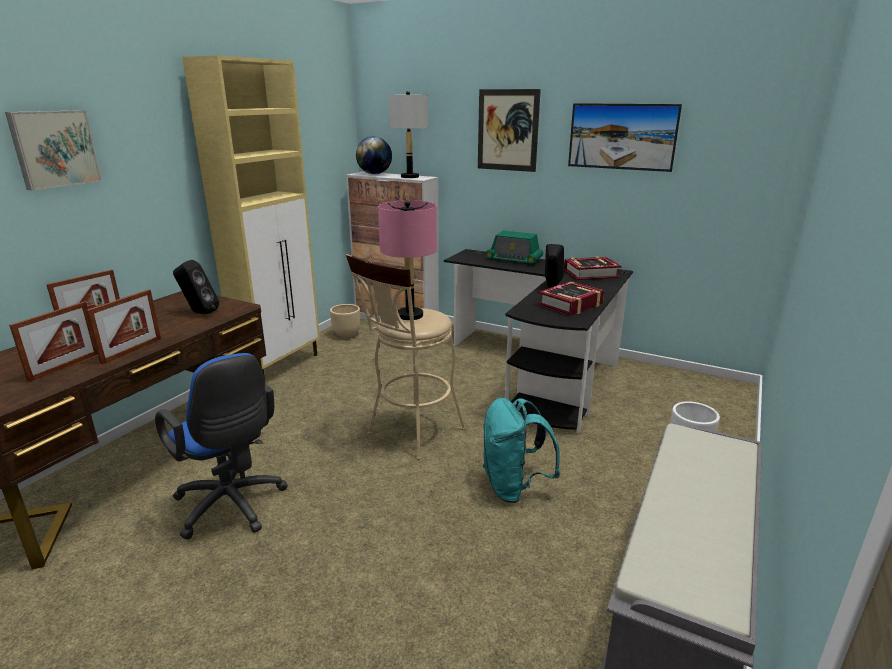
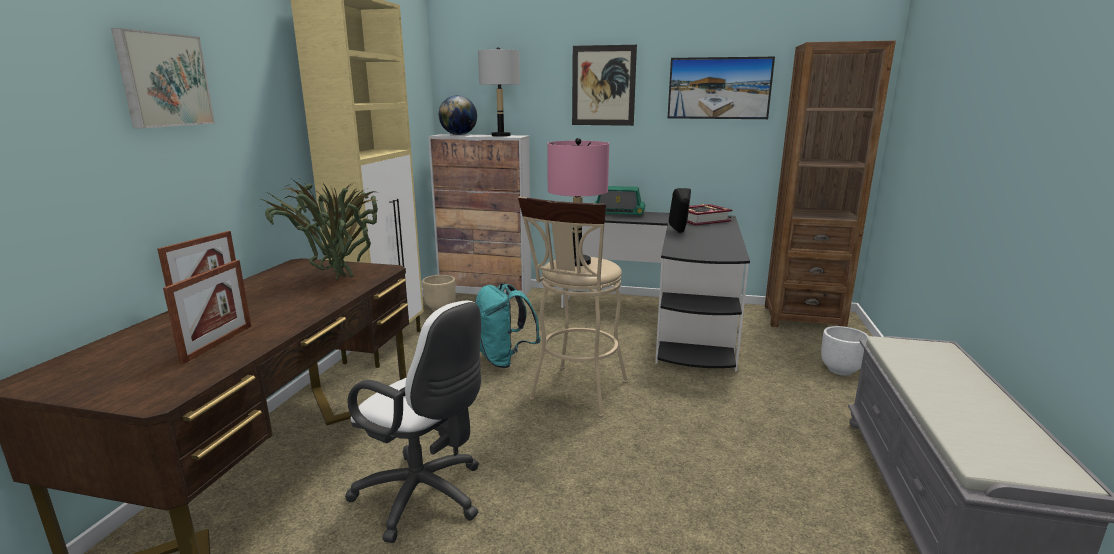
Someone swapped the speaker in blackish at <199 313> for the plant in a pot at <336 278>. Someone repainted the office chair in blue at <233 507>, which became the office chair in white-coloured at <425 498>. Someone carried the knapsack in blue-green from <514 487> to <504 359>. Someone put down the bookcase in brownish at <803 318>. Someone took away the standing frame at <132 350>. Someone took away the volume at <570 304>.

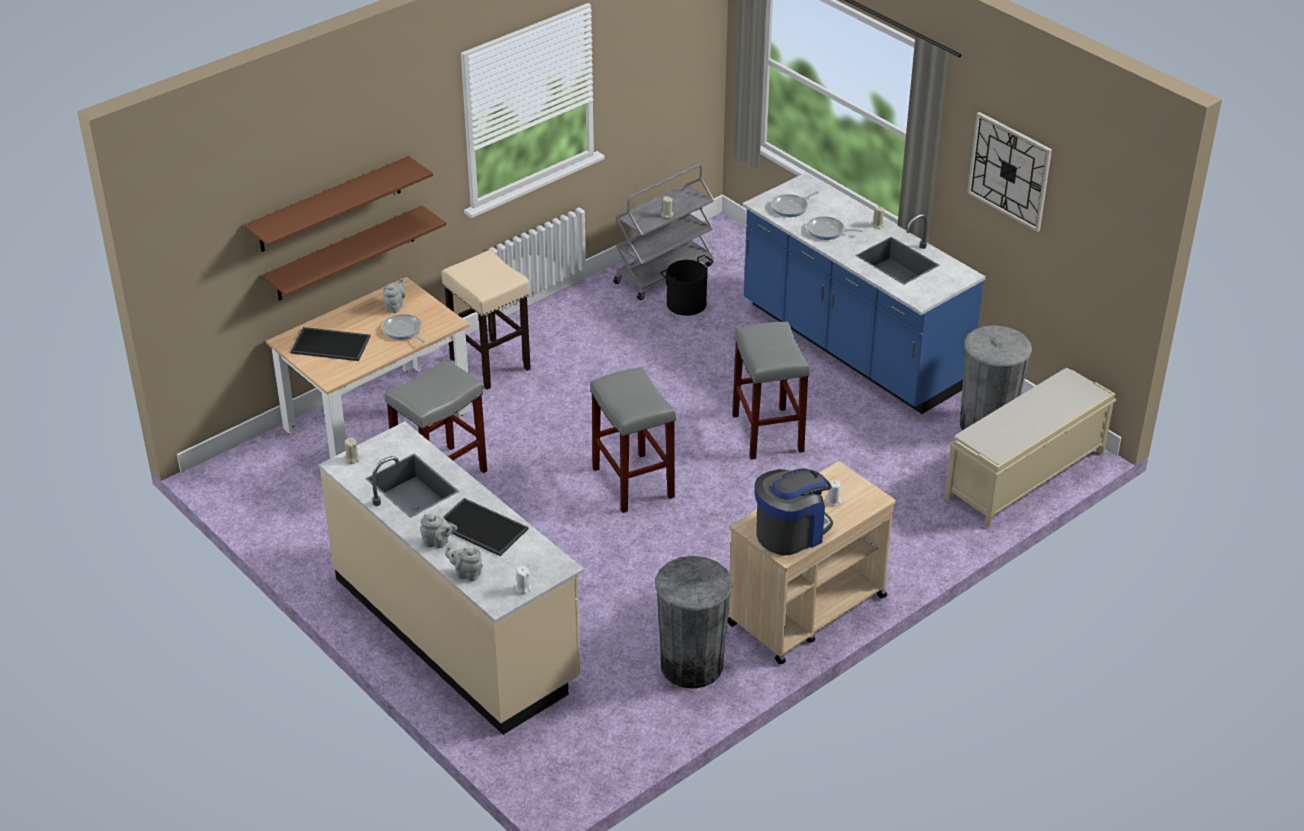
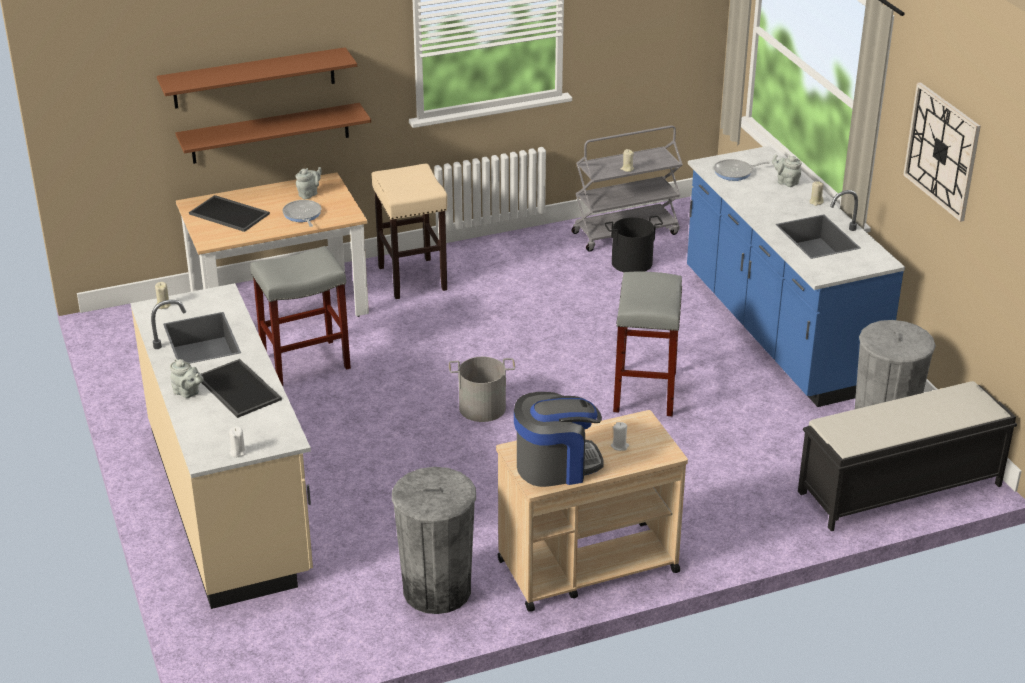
Someone swapped the sitting stool in gray at <632 482> for the water bucket in gray at <482 407>. Someone carried the pot for tea in gray from <466 574> to <786 182>. Someone repainted the indoor bench in sand-coloured at <1024 476>, which became the indoor bench in blackish at <898 489>. Someone took away the skillet at <827 231>.

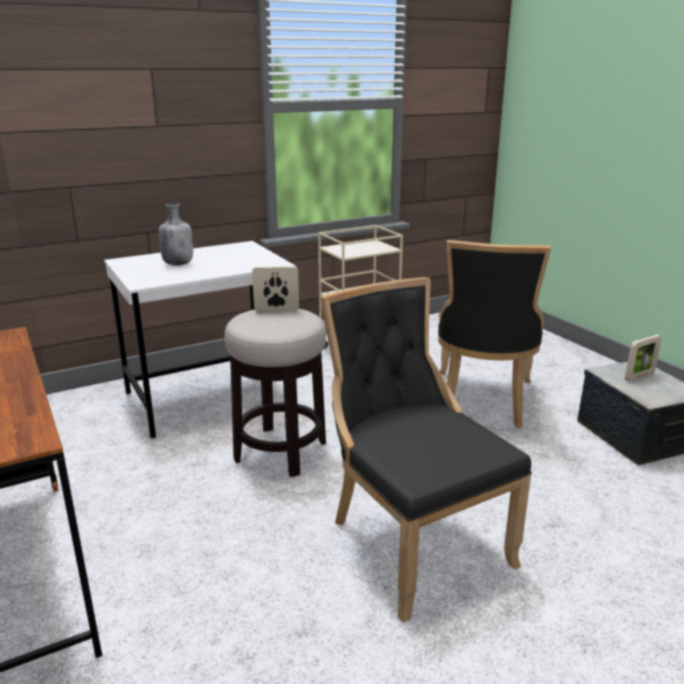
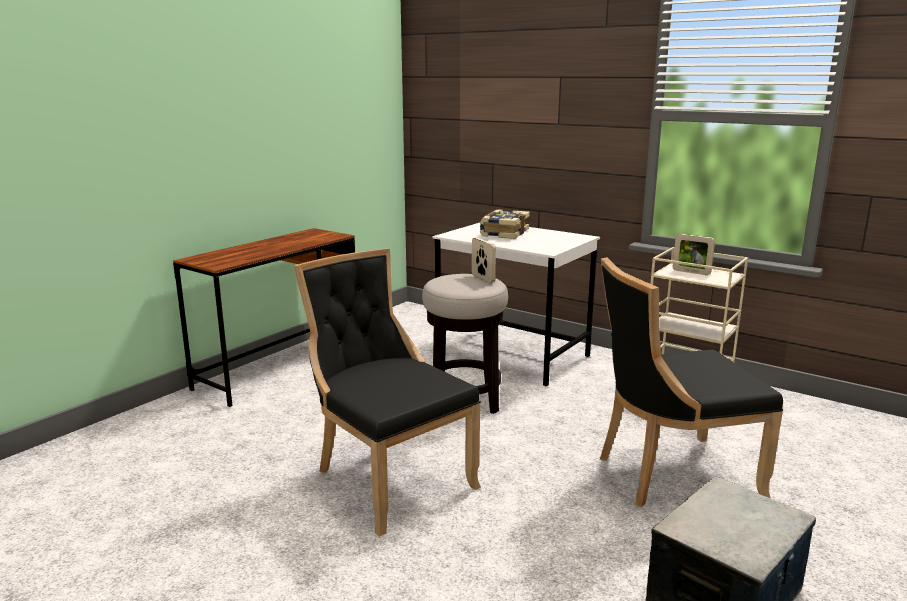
Someone rotated the chair in blackish at <412 542> by 75 degrees counterclockwise. Someone swapped the beverage bottle in gray at <178 264> for the volume at <503 233>. Someone carried the standing frame from <639 376> to <691 272>.

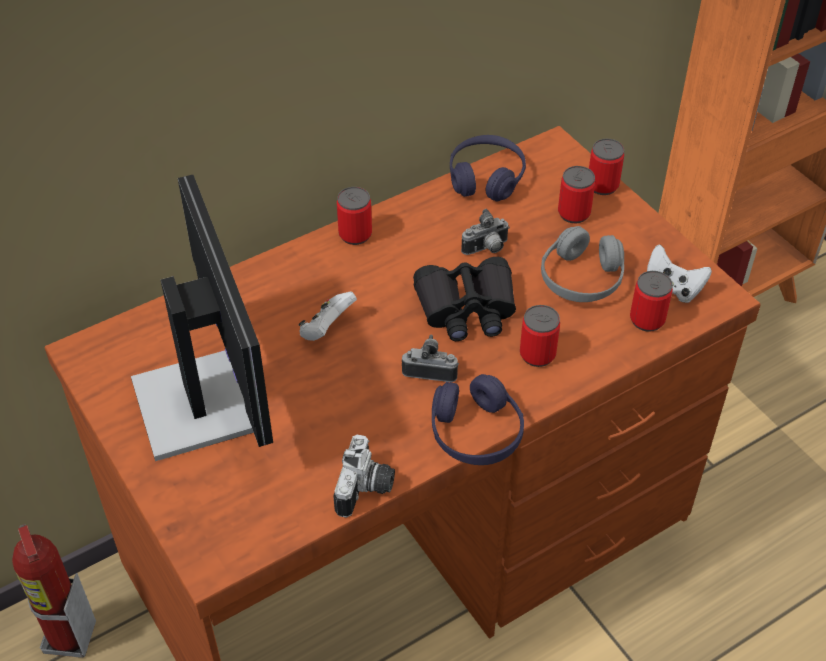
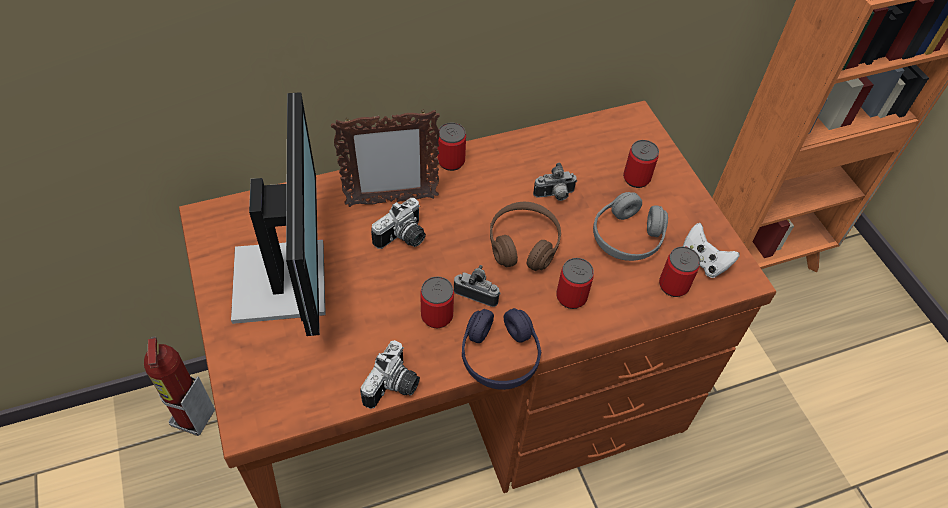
Someone put down the standing frame at <391 201>. Someone swapped the game controller in white-coloured at <326 329> for the photo camera at <403 238>. Someone carried the sealed can from <602 185> to <437 316>. Someone swapped the pair of binoculars in blackish at <466 308> for the pair of headphones in brownish at <523 244>. Someone took away the pair of headphones in purple at <486 178>.

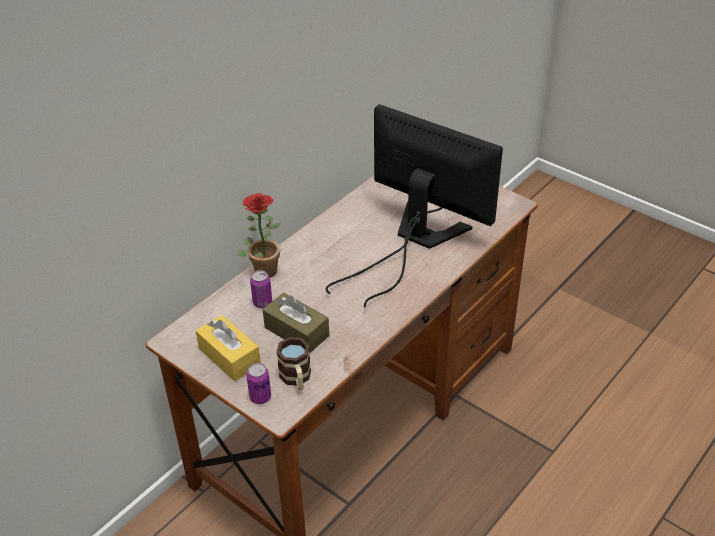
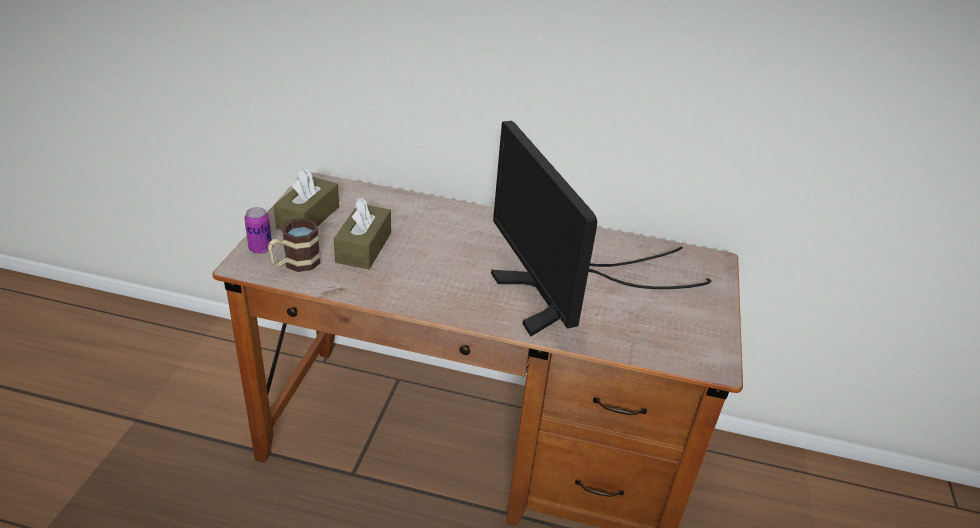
Someone repainted the tissue holder in yellow at <229 356>, which became the tissue holder in brownish at <308 217>. Someone rotated the computer screen at <414 240> by 150 degrees clockwise. Someone took away the plant in a pot at <263 268>. Someone took away the sealed can at <262 303>.

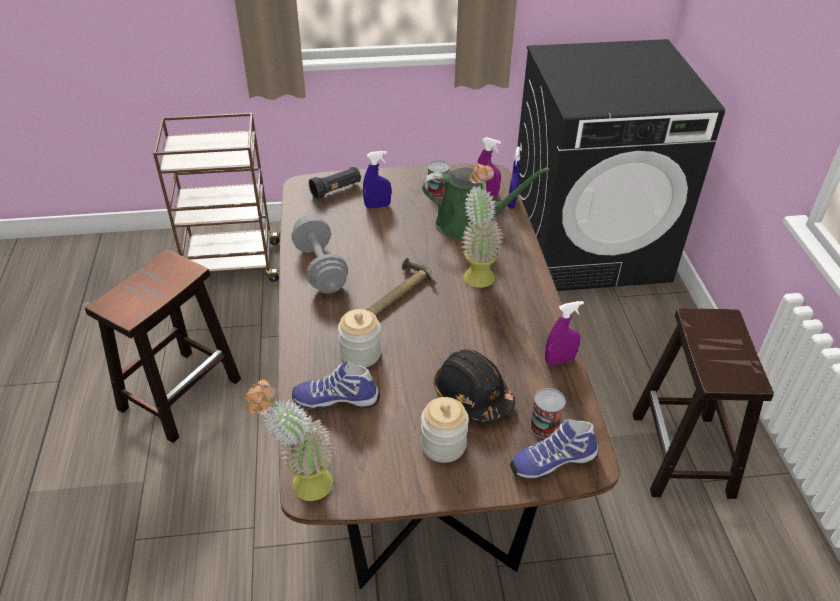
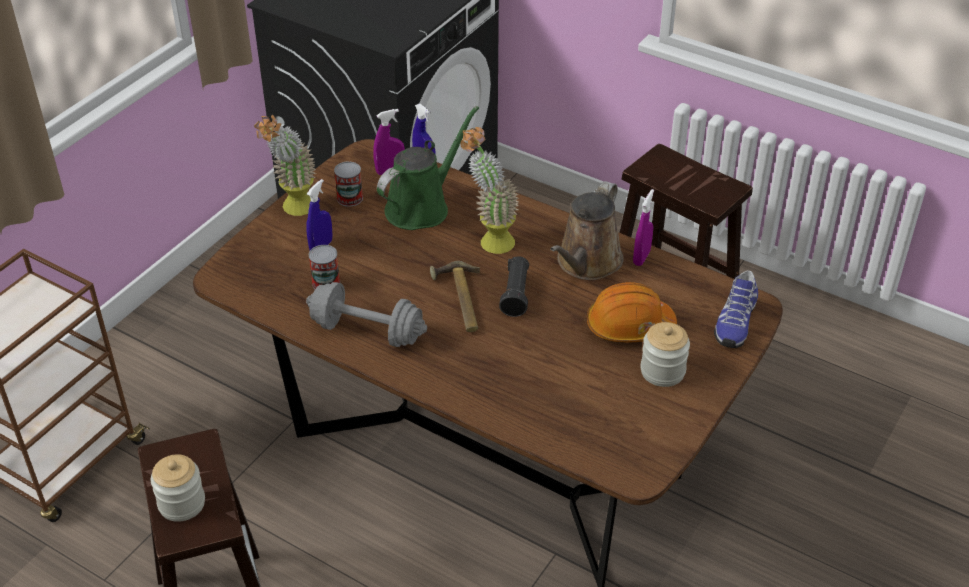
Someone carried the preserve jar from <360 354> to <182 503>. Someone carried the plant in a pot from <301 485> to <293 210>. Someone carried the sealed can from <544 426> to <326 283>. Someone carried the flashlight in blackish from <336 190> to <516 294>. Someone put down the sprinkling can in brownish at <587 263>. Someone repainted the work helmet in blackish at <472 396>, which became the work helmet in orange at <629 326>. Someone took away the item of footwear at <336 398>.

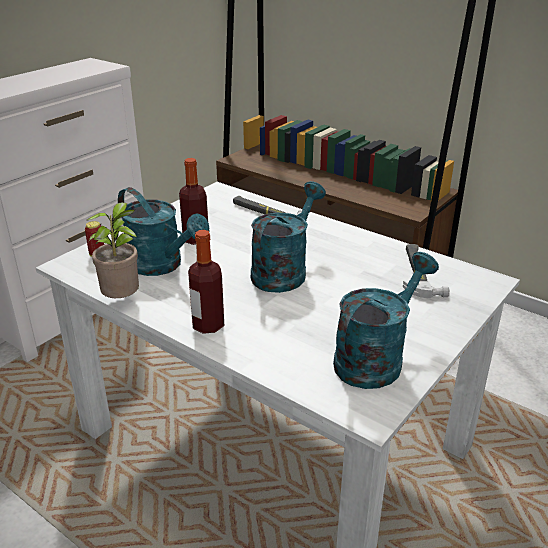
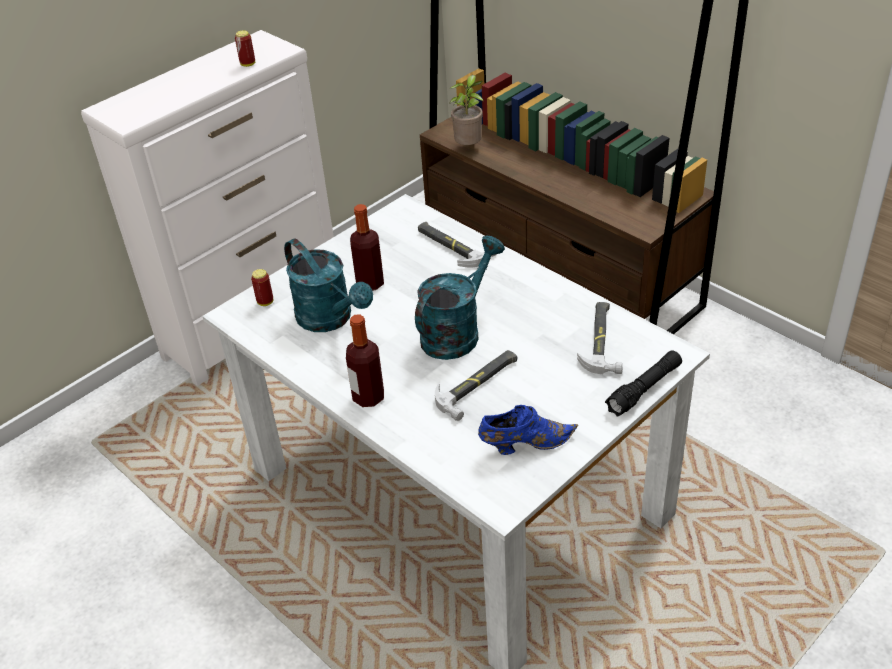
Someone put down the sealed can at <248 64>. Someone put down the tool hammer at <478 385>. Someone carried the plant in a pot from <123 300> to <469 147>. Someone swapped the sprinkling can in blue-green at <375 358> for the item of footwear in blue at <524 444>. Someone put down the flashlight in blackish at <644 389>.

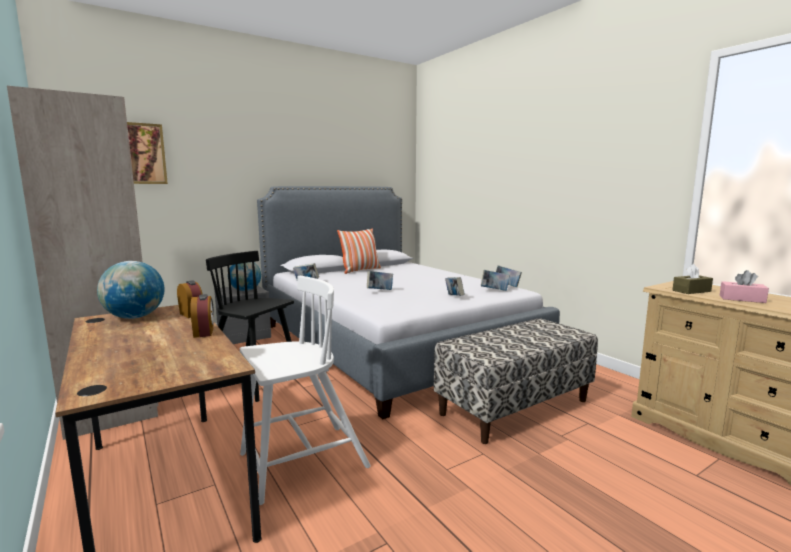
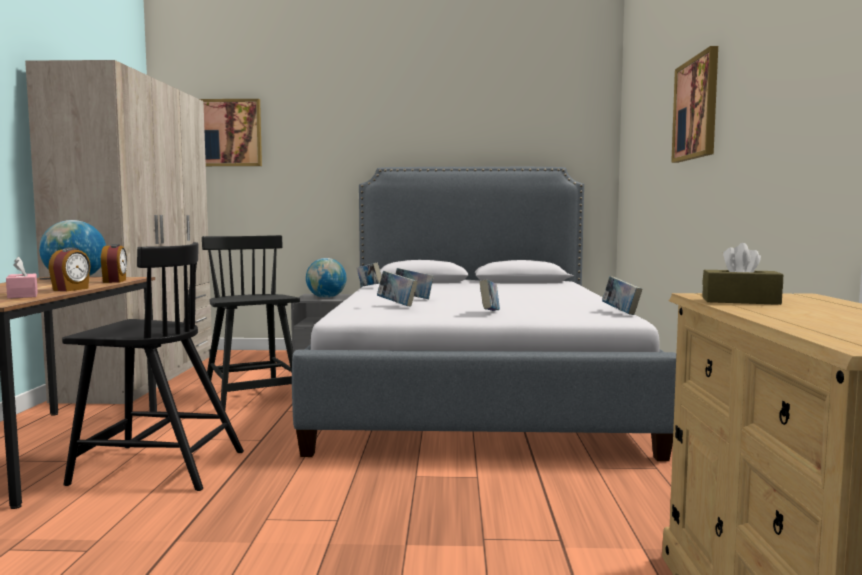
Someone carried the tissue holder in pinkish from <742 299> to <23 295>. Someone repainted the chair in white-coloured at <301 462>, which became the chair in blackish at <156 467>. Someone carried the volume from <494 290> to <397 305>. Someone put up the wall art at <696 109>. Someone took away the cushion at <360 270>. Someone took away the indoor bench at <514 407>.

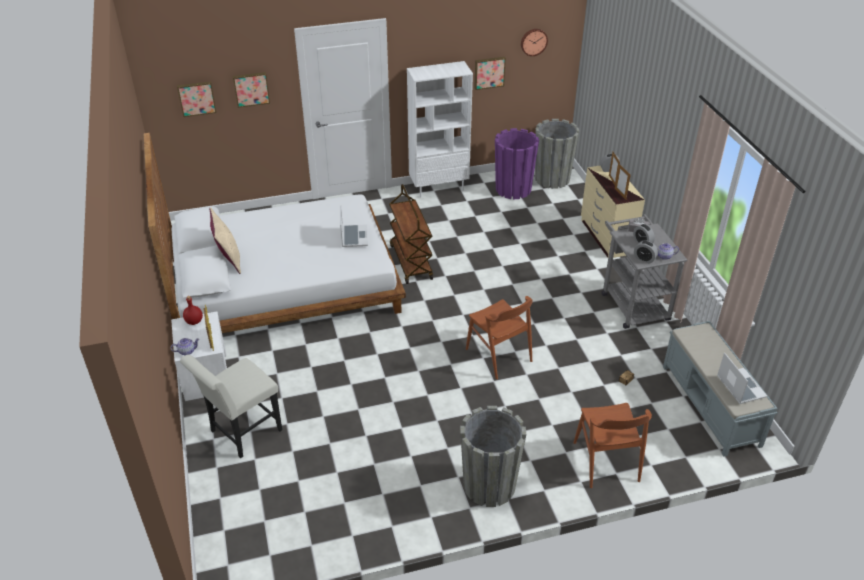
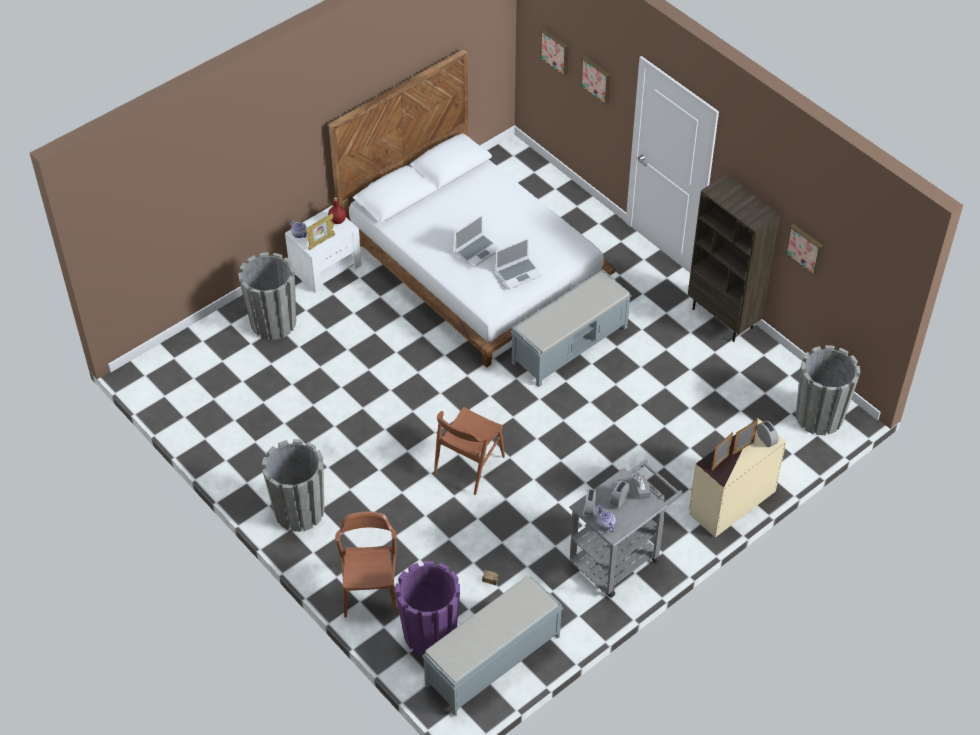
Someone swapped the chair in white-coloured at <242 433> for the planter in gray at <273 322>. Someone rotated the chair in brownish at <606 461> by 120 degrees clockwise. Someone carried the planter in purple from <513 189> to <430 634>. Someone carried the laptop from <740 386> to <477 251>. Someone swapped the wheeled cart in brownish at <410 262> for the indoor bench in gray at <570 344>. Someone repainted the bookcase in white-coloured at <439 187>, which became the bookcase in brownish at <723 318>. Someone took away the cushion in sand-coloured at <229 260>. Someone took away the hanging clock at <533 41>.

